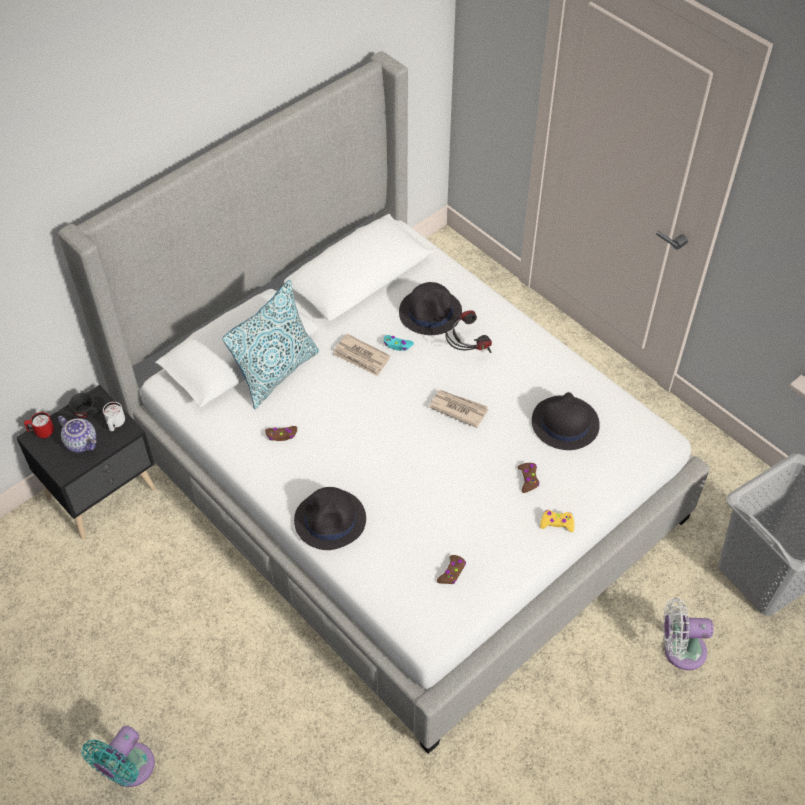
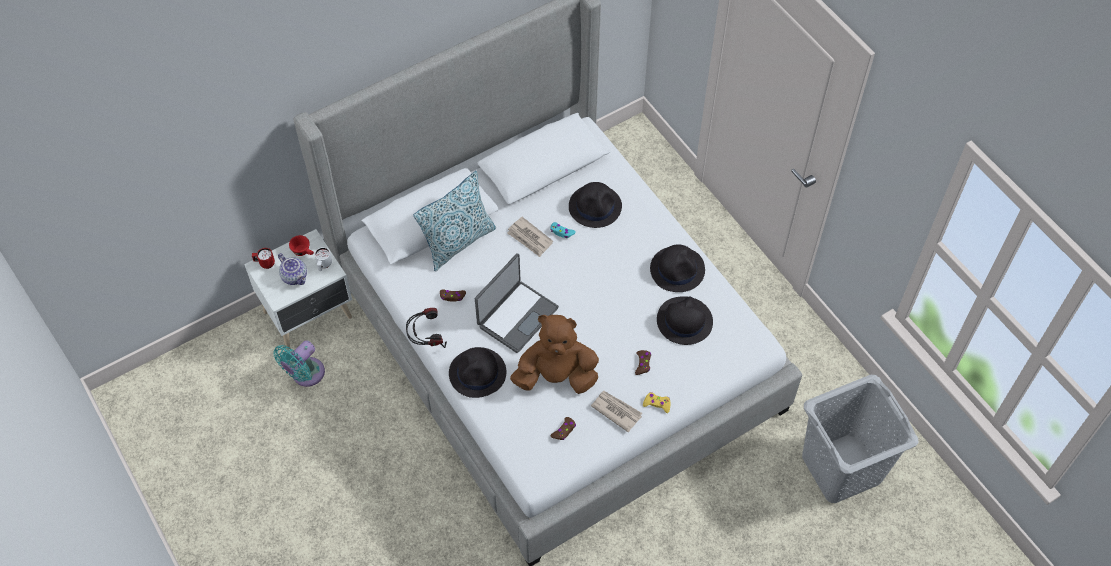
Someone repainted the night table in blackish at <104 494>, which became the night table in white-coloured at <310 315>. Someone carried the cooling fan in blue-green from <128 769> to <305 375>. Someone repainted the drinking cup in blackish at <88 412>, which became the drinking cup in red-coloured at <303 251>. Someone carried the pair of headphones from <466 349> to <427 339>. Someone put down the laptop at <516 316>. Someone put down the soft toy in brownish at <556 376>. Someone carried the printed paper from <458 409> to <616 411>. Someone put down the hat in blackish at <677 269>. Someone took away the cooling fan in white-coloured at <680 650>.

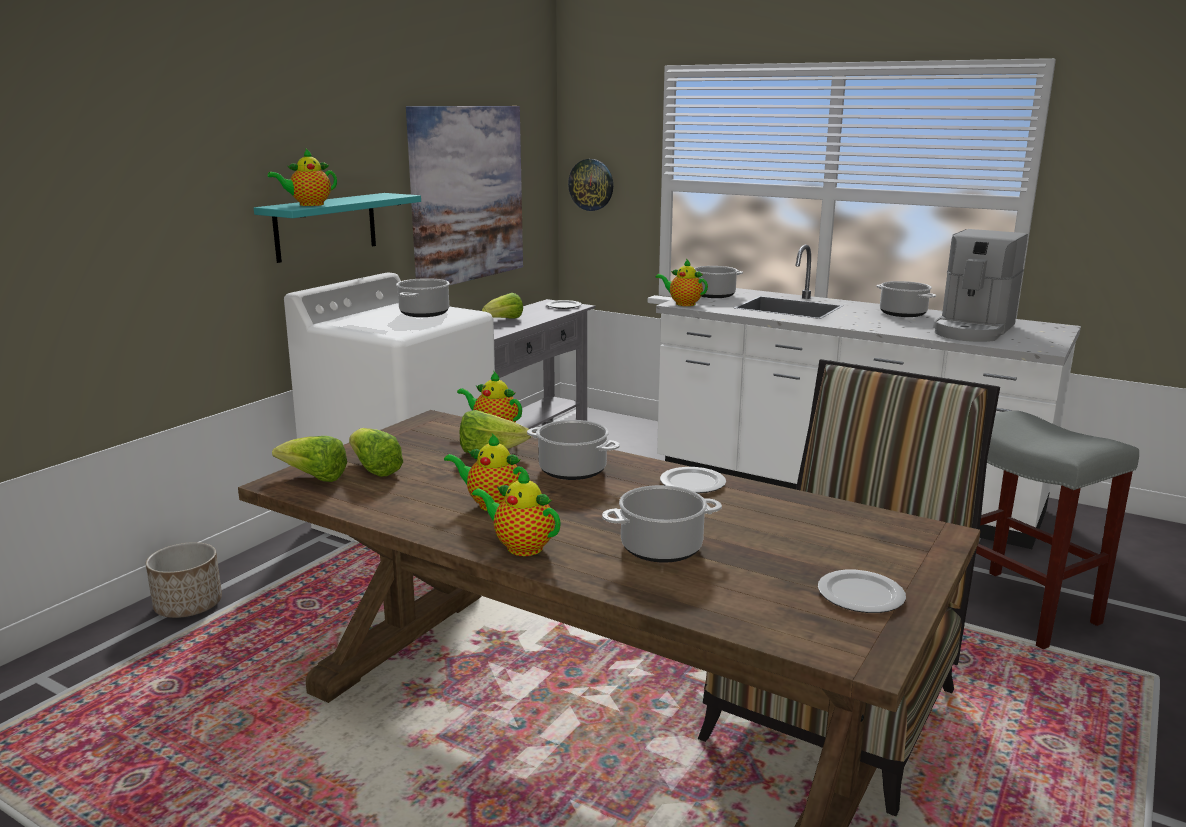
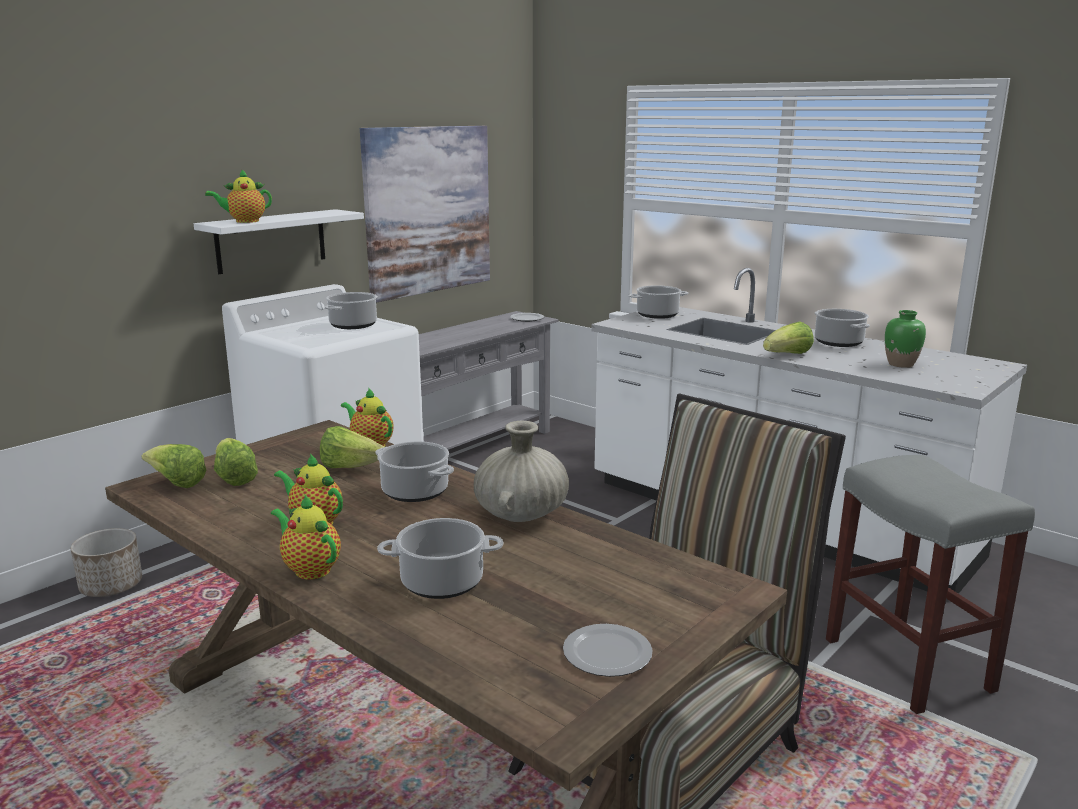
Someone repainted the wall shelf in blue-green at <326 226>, which became the wall shelf in white-coloured at <271 241>. Someone swapped the flat dish at <693 483> for the decorative vase in sand-coloured at <522 514>. Someone carried the lettuce from <504 320> to <788 355>. Someone swapped the coffee brewer at <973 330> for the decorative vase in green at <901 364>. Someone took away the hanging clock at <591 184>. Someone took away the pot for tea at <683 304>.

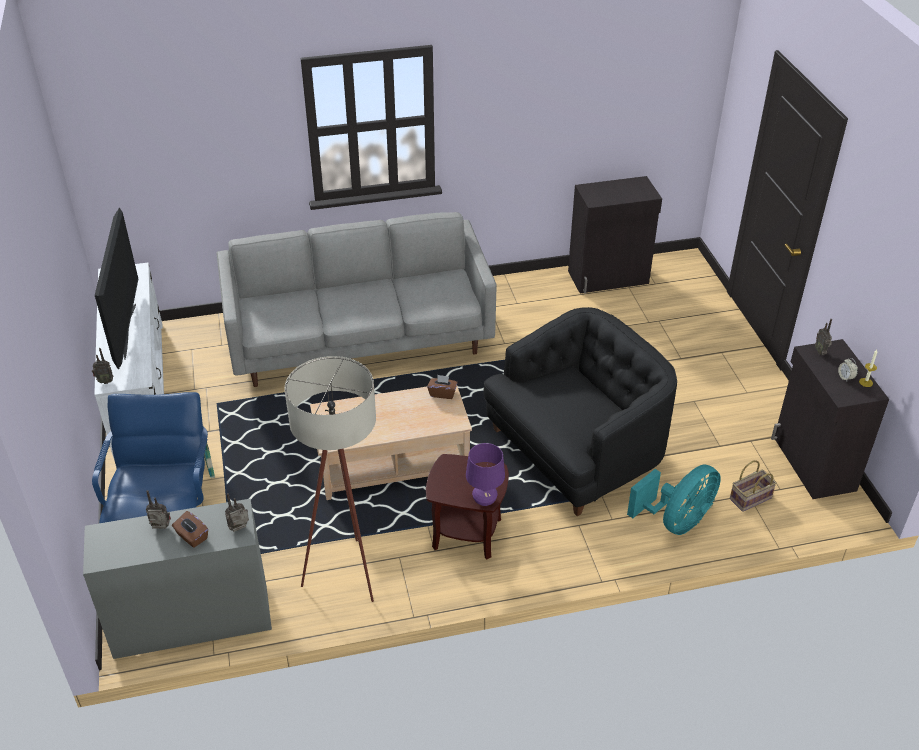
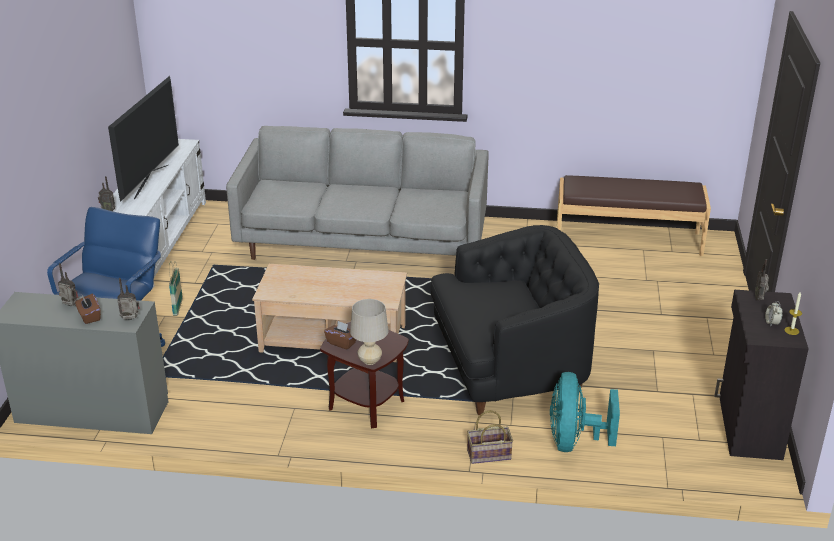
Someone carried the tissue holder in brownish from <442 393> to <341 343>. Someone repainted the lamp for a table in purple at <484 501>, which became the lamp for a table in sand-coloured at <370 361>. Someone carried the storage basket from <750 499> to <488 455>. Someone rotated the cooling fan in blue-green at <676 521> by 120 degrees clockwise. Someone swapped the storage cabinet in blackish at <609 278> for the indoor bench in brownish at <628 239>. Someone took away the standing lamp in sand-coloured at <347 568>.

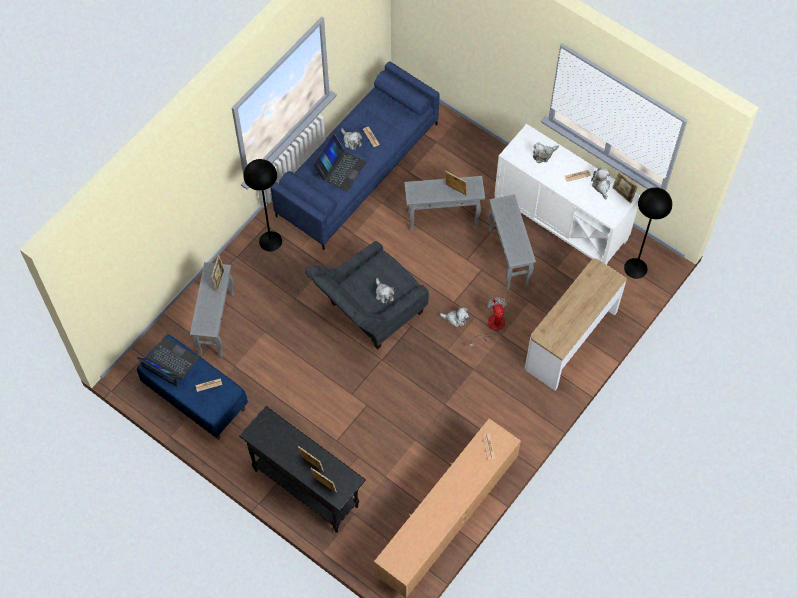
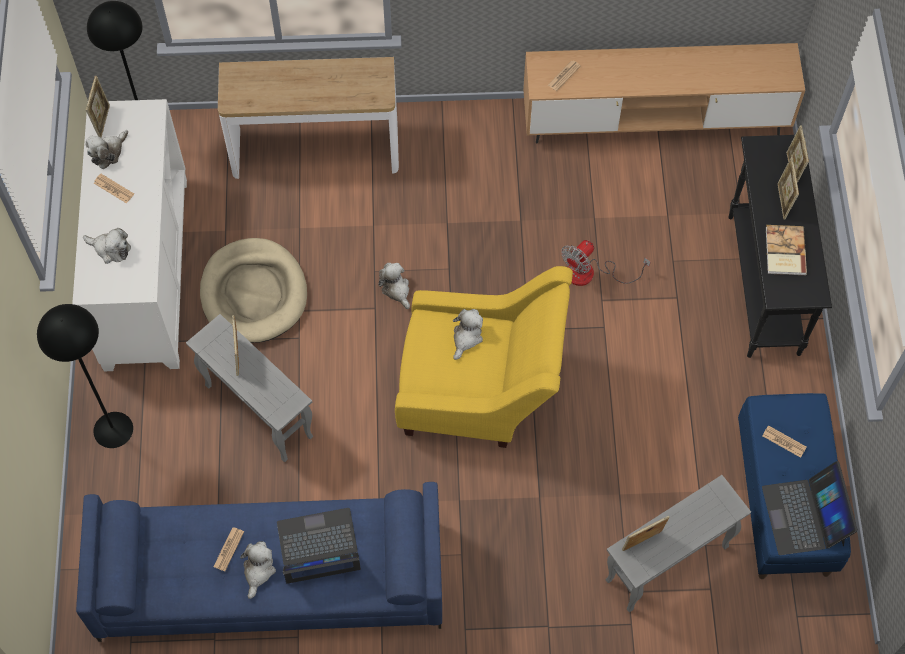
Someone carried the standing lamp in blackish from <270 241> to <113 430>. Someone swapped the end table in gray at <508 257> for the dog bed in sand-coloured at <254 293>. Someone repainted the easy chair in gray at <368 314>, which became the easy chair in yellow at <480 391>. Someone carried the cooling fan from <491 327> to <590 274>. Someone put down the volume at <784 251>.

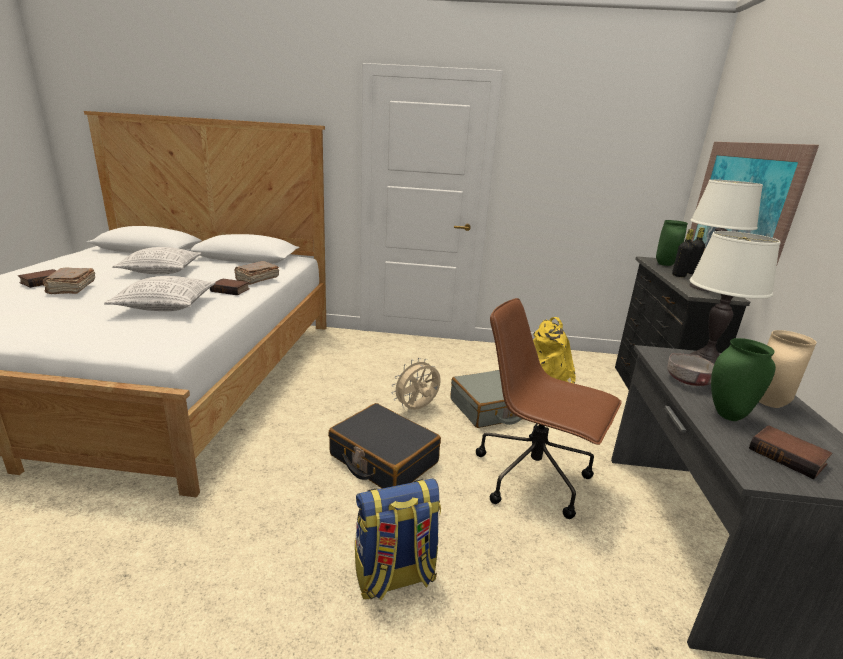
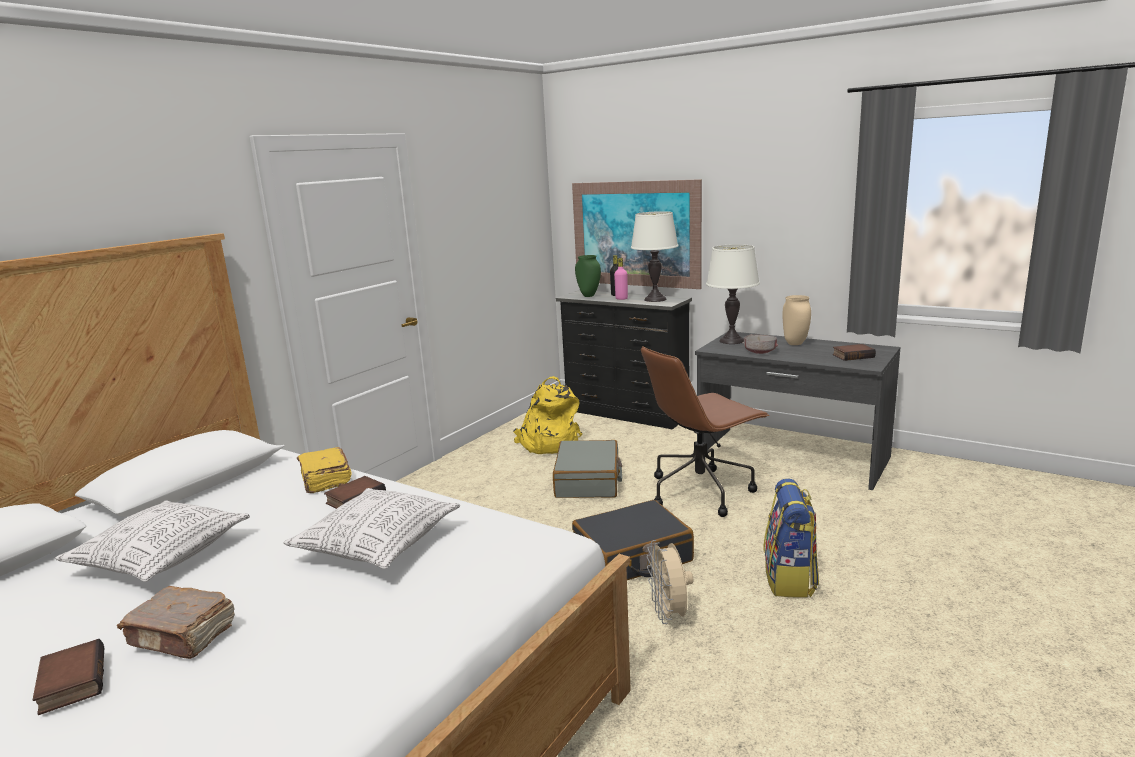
Someone repainted the volume in brownish at <257 279>, which became the volume in yellow at <325 480>. Someone repainted the beverage bottle in blackish at <678 275>, which became the beverage bottle in pinkish at <621 298>. Someone carried the cooling fan in sand-coloured from <416 409> to <669 615>. Someone took away the decorative vase in green at <728 416>.

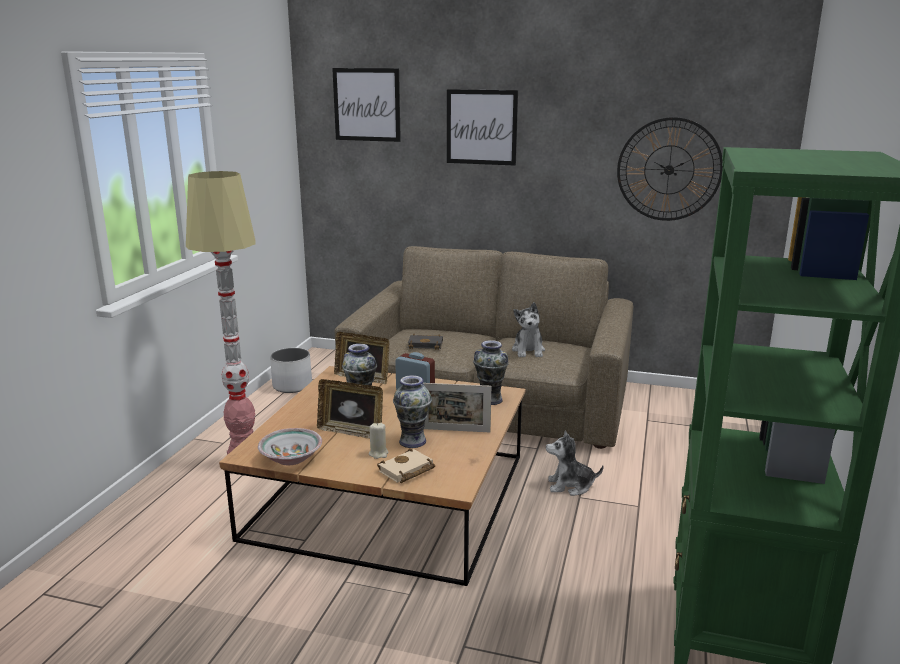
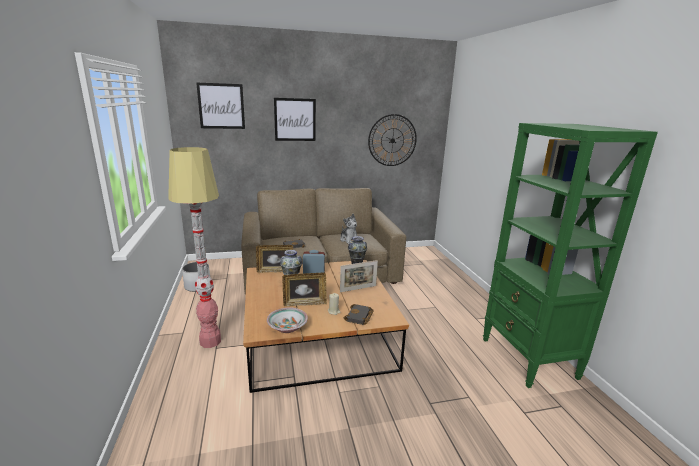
Someone repainted the volume in sand-coloured at <406 471>, which became the volume in blackish at <359 317>. Someone took away the decorative vase at <412 441>. Someone took away the soft toy at <570 486>.

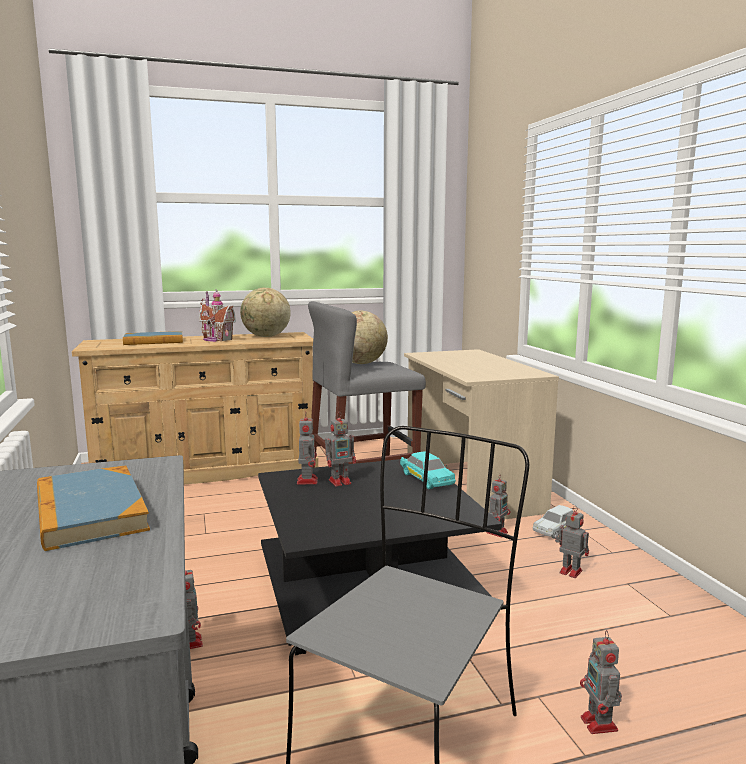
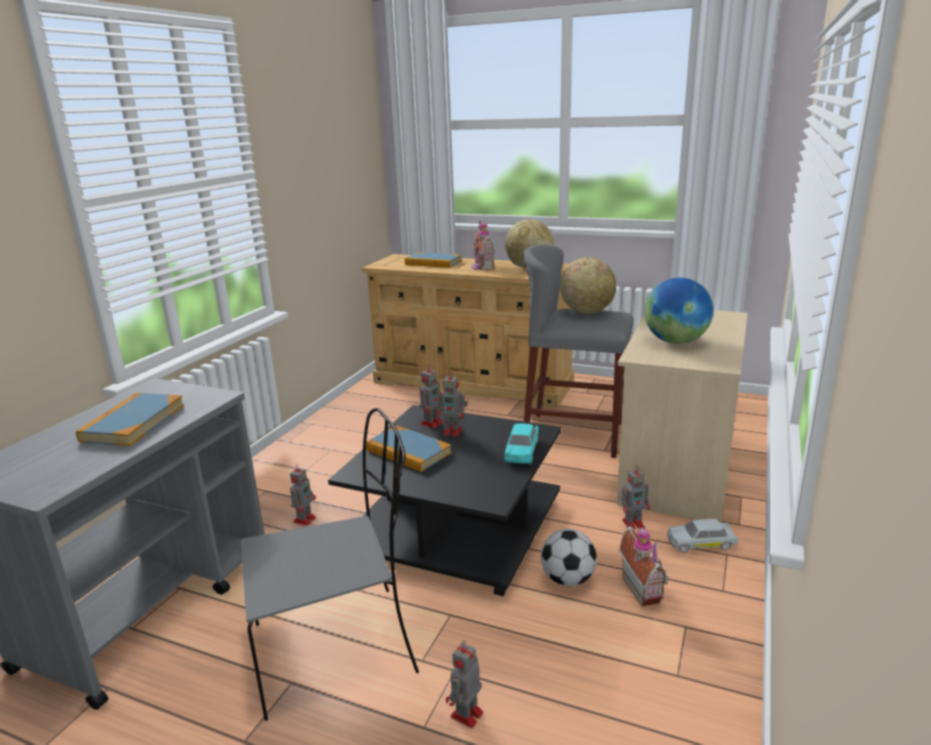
Someone put down the volume at <408 452>. Someone put down the ball for football at <568 580>. Someone swapped the toy robot at <569 571> for the model house at <644 589>. Someone put down the desk globe at <675 342>.

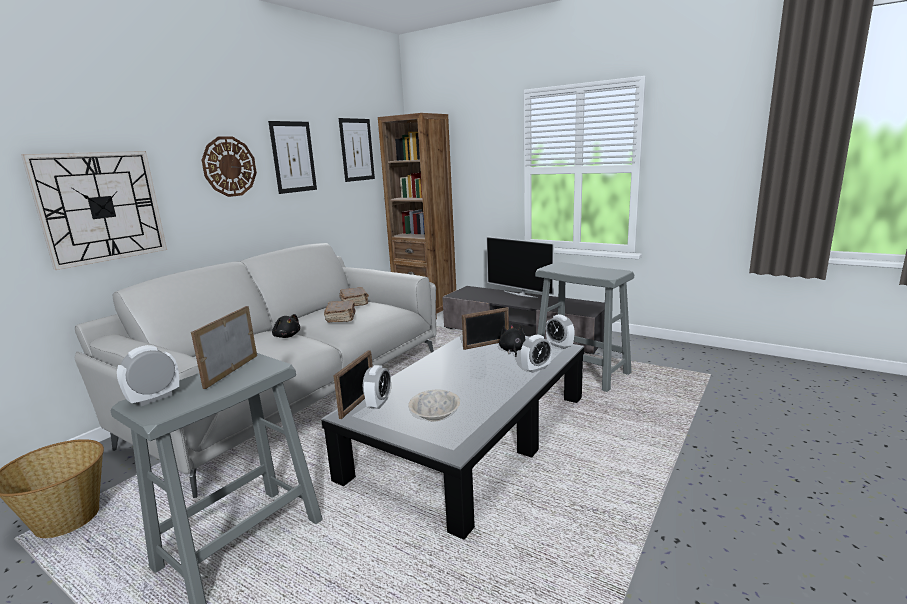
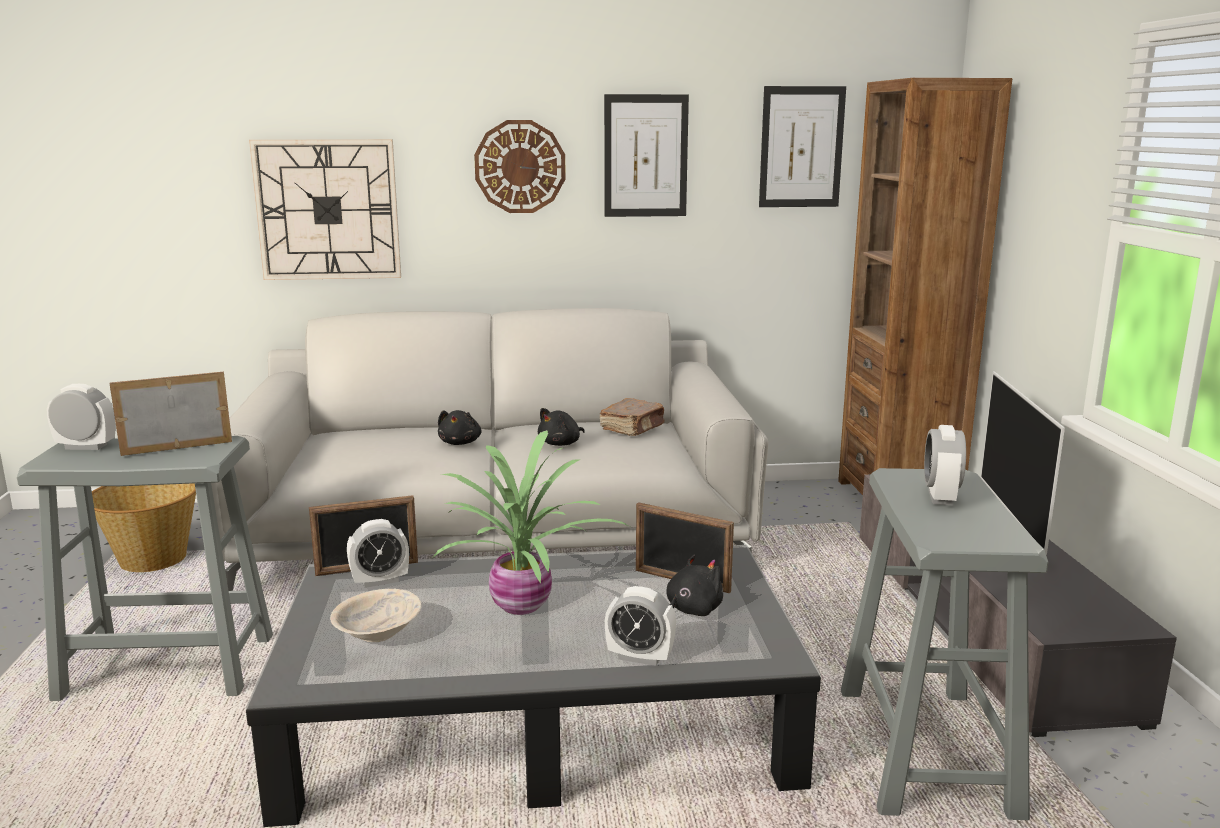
Someone put down the plant in a pot at <524 606>. Someone swapped the volume in brownish at <341 318> for the soft toy in blackish at <561 444>. Someone carried the alarm clock from <559 345> to <940 497>.

